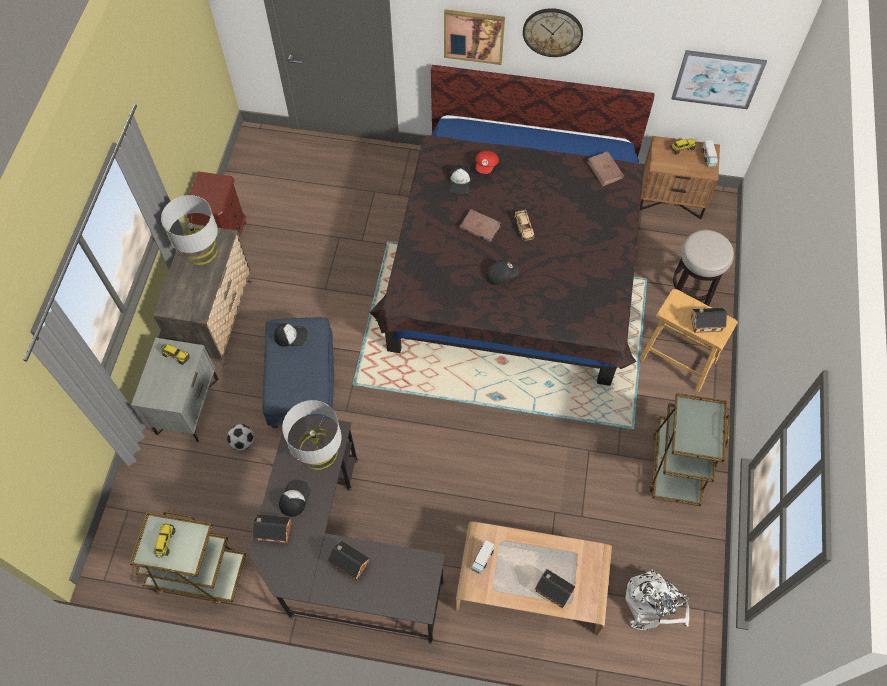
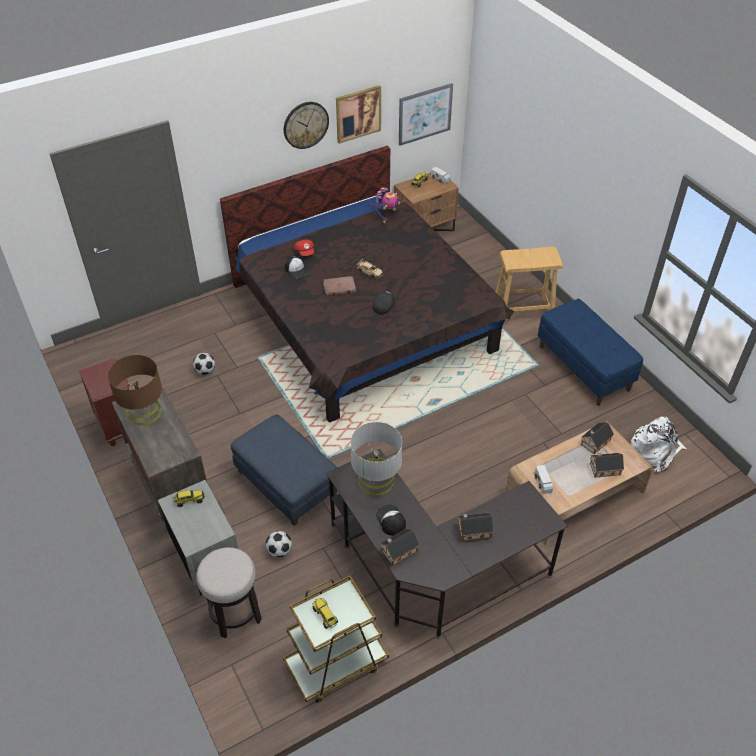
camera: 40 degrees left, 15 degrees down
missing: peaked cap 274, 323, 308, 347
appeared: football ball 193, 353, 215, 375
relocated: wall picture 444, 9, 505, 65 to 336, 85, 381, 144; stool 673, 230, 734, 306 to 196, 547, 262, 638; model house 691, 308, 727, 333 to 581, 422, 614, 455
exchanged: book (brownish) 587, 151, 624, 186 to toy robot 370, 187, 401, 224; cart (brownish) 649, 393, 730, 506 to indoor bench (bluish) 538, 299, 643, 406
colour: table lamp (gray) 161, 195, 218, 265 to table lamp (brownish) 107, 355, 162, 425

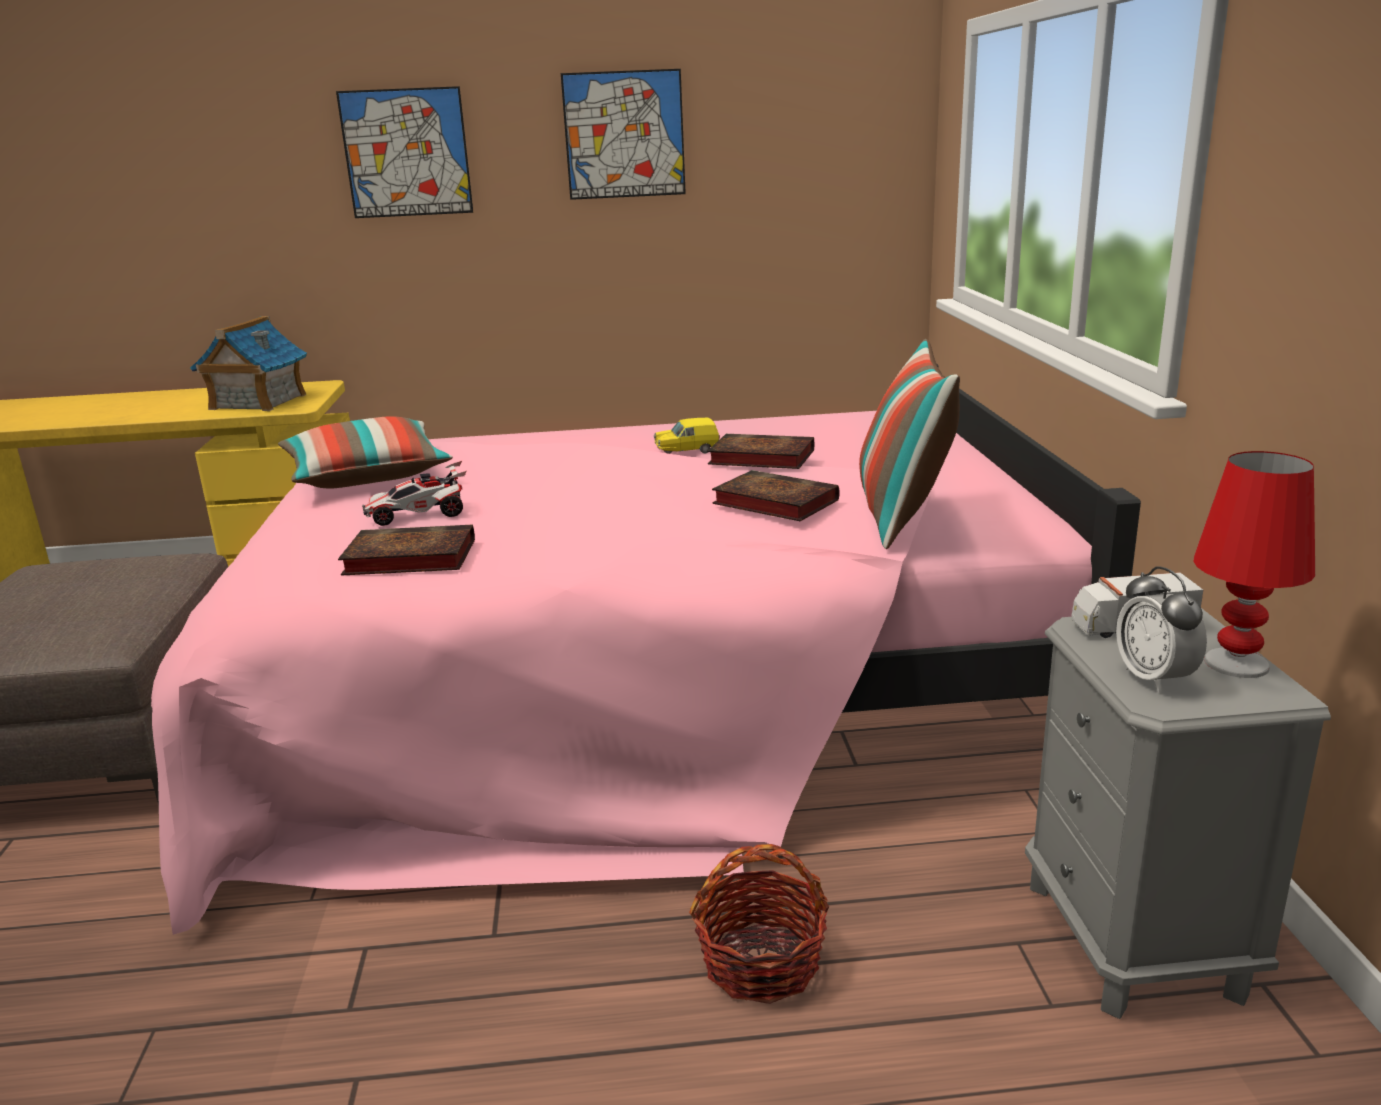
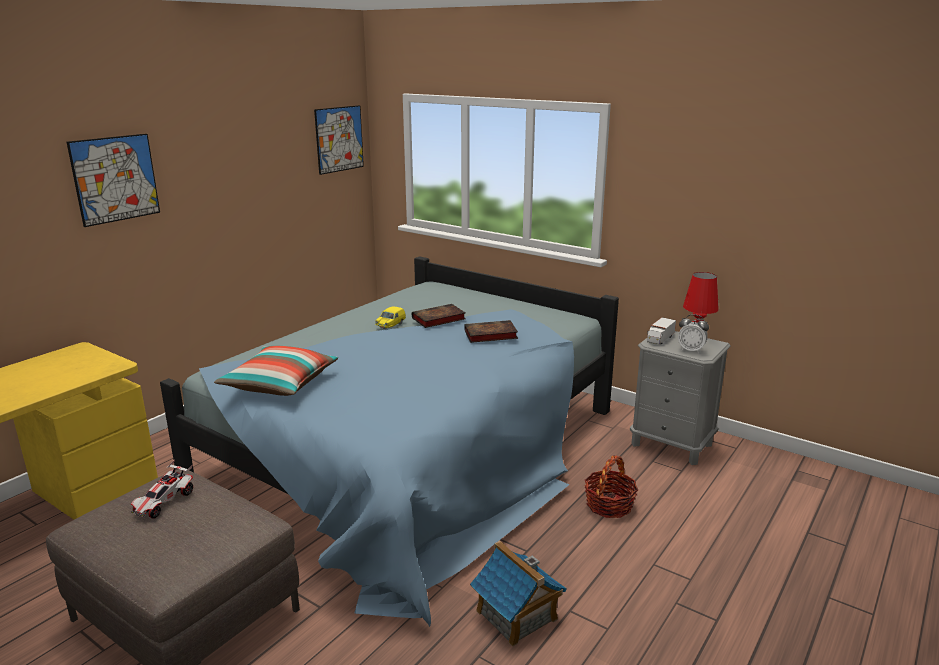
camera: 50 degrees left, 0 degrees up
missing: pillow 859, 339, 960, 549; book 338, 524, 475, 576
relocated: wall picture 561, 69, 686, 200 to 314, 105, 364, 175; model house 190, 316, 307, 411 to 470, 541, 567, 647; miniature car 362, 461, 467, 526 to 131, 460, 193, 519
colour: sleeping bed (pink-coloured) 151, 363, 1141, 935 to sleeping bed (bluish) 160, 256, 619, 627

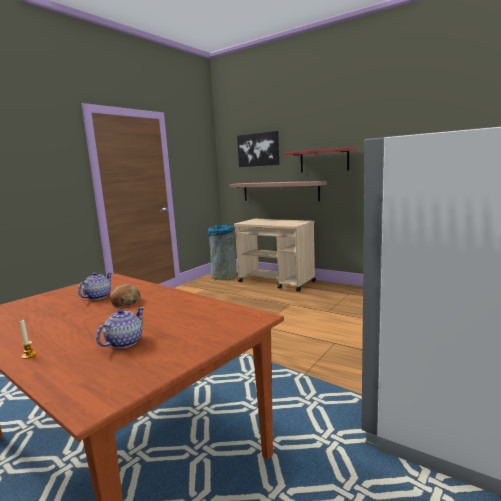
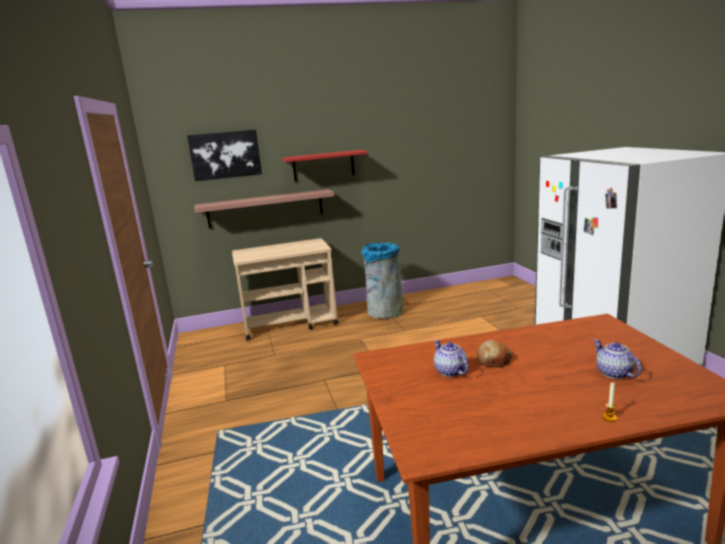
camera: 50 degrees left, 5 degrees up
relocated: trash can (gray) 207, 225, 238, 280 to 361, 242, 404, 319

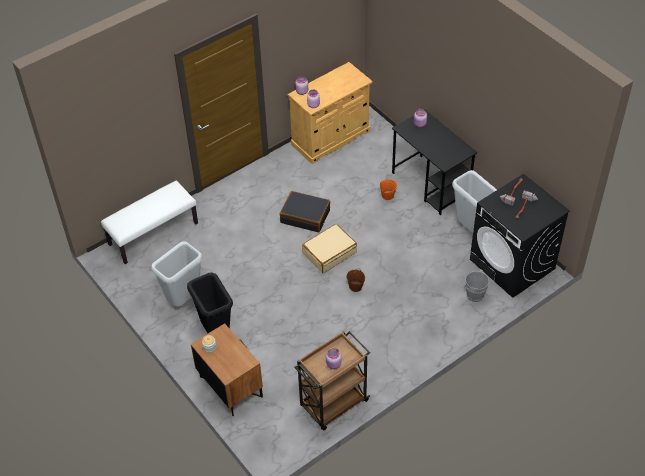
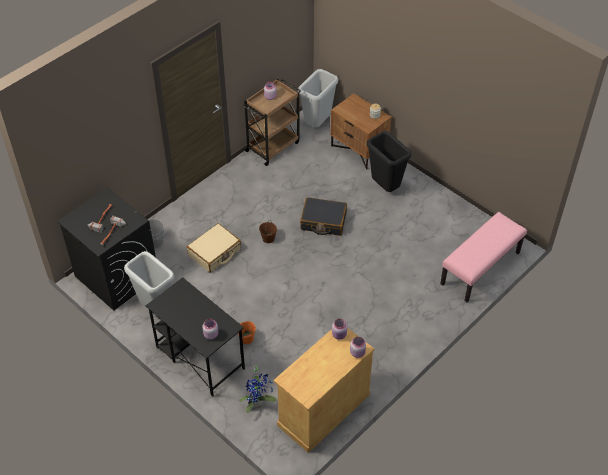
camera: 170 degrees right, 0 degrees up
appeared: potted plant 239, 363, 277, 413
relocated: suitcase (black) 280, 191, 330, 232 to 300, 197, 347, 236; suitcase (beige-coloured) 302, 224, 357, 273 to 187, 223, 241, 273; trash can (gray) 151, 241, 202, 307 to 298, 69, 338, 127
colour: indoor bench (white-coloured) 101, 181, 198, 264 to indoor bench (pink-coloured) 440, 212, 527, 302

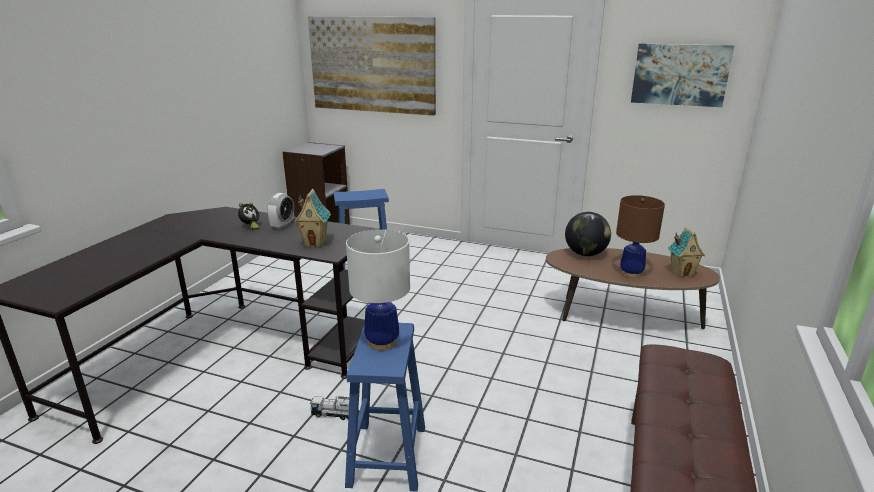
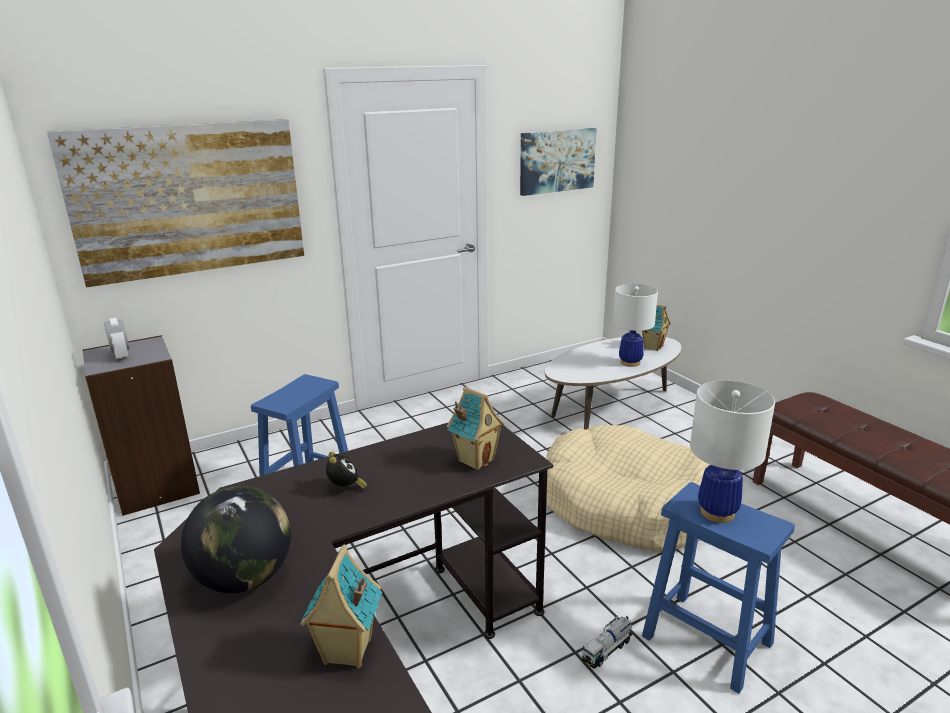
camera: 50 degrees left, 0 degrees up
appeared: dog cushion (beige-coloured) 546, 425, 710, 553; model house 300, 545, 382, 669
relocated: table clock 267, 193, 294, 229 to 104, 318, 130, 361; world globe 565, 212, 611, 256 to 181, 486, 291, 593
colour: table lamp (brownish) 616, 195, 665, 278 to table lamp (white-coloured) 613, 284, 658, 367; lounge table (brownish) 546, 248, 720, 329 to lounge table (white-coloured) 545, 335, 681, 430

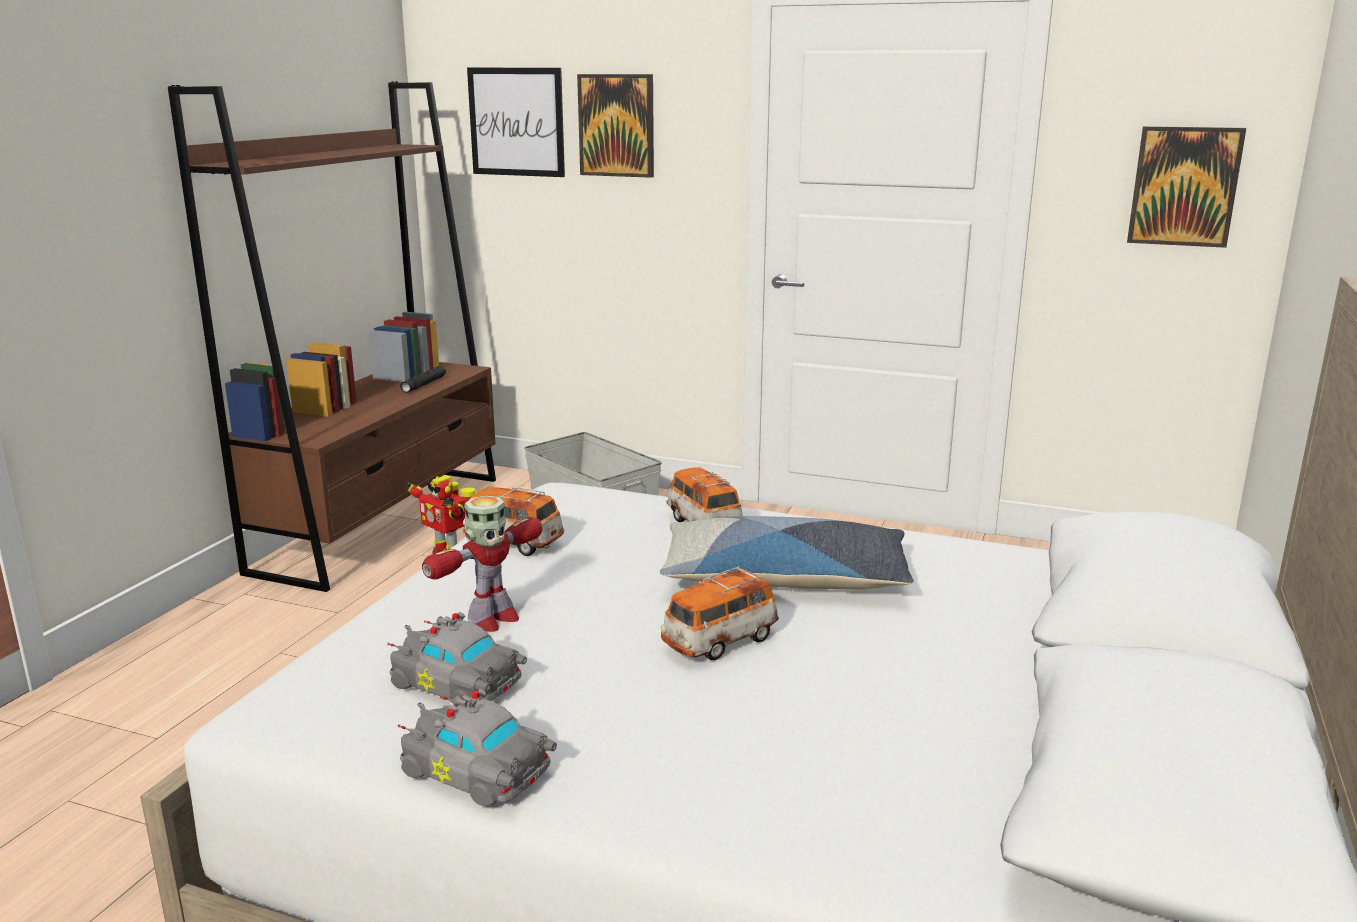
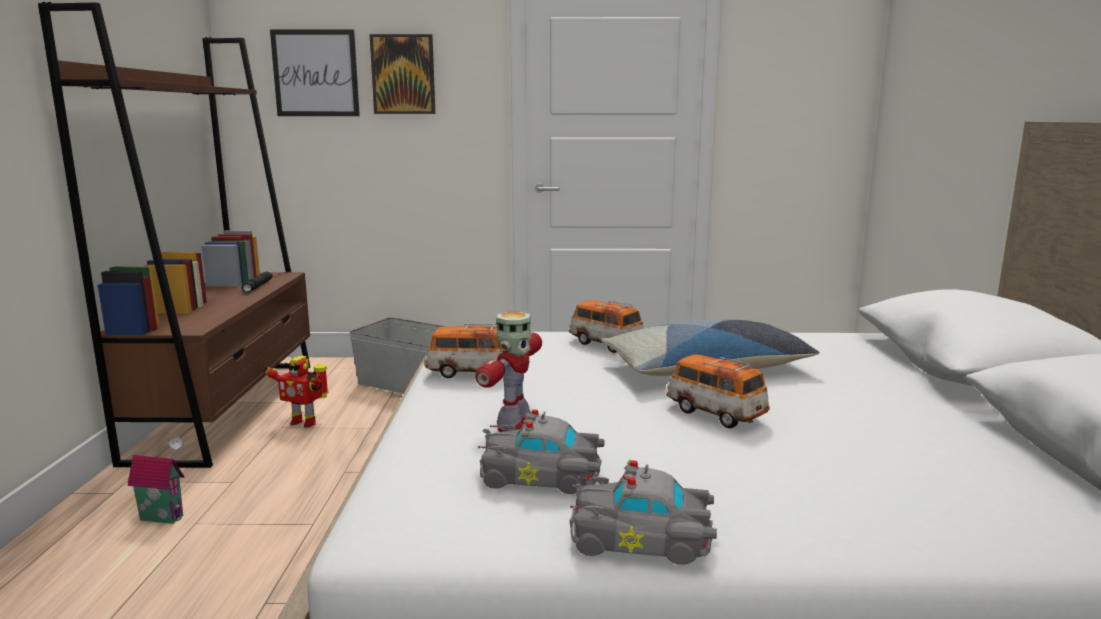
camera: 20 degrees left, 5 degrees down
missing: wall picture 1127, 126, 1246, 248
appeared: model house 127, 435, 185, 524
spun: miniature car 661, 566, 779, 660 = 666, 355, 770, 428 105 degrees clockwise

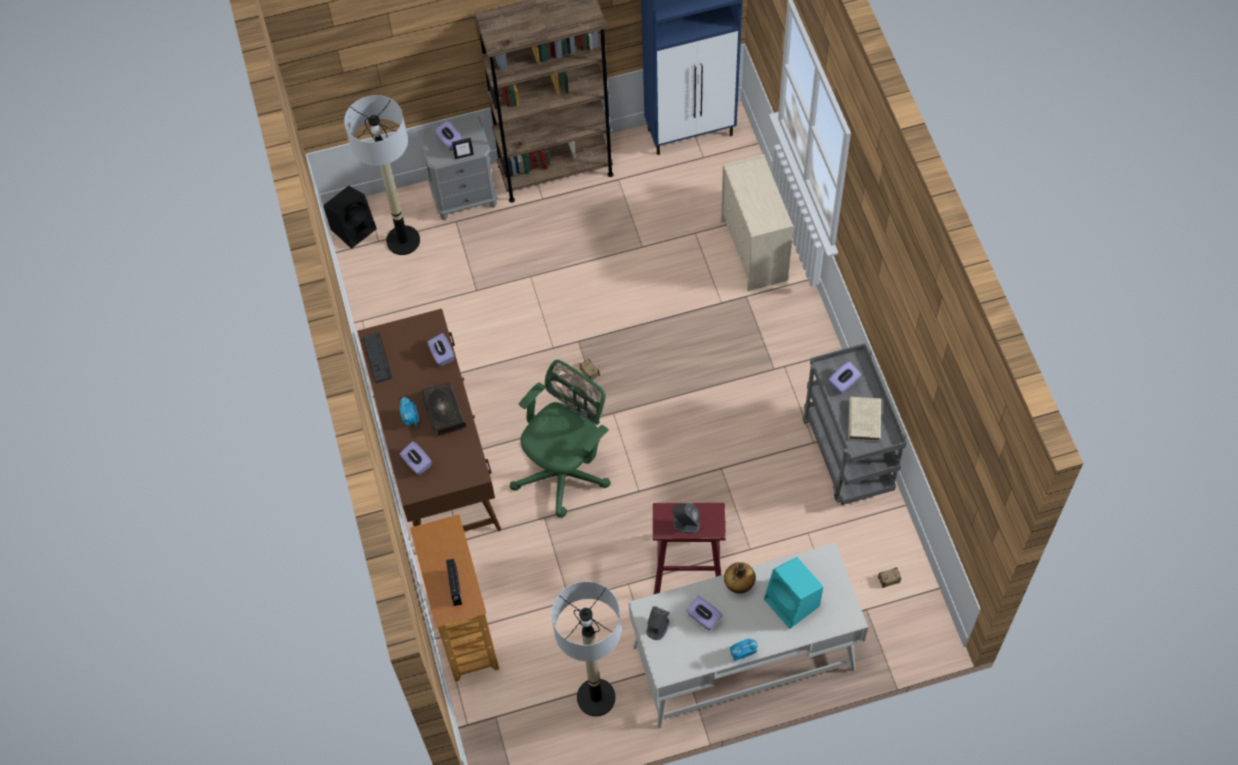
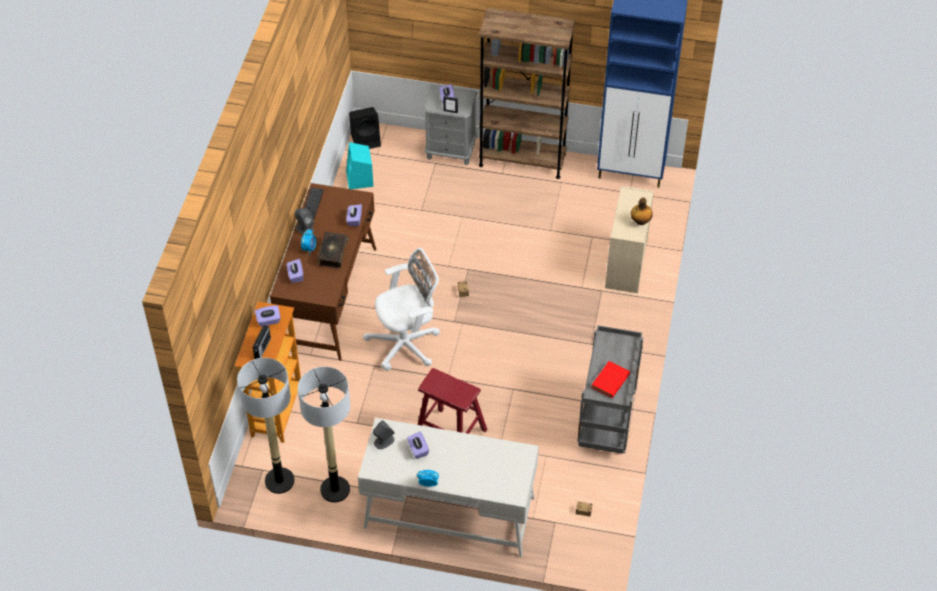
camera: 25 degrees right, 10 degrees down
relocated: standard lamp 344, 95, 420, 255 to 237, 358, 294, 494; tissue holder (purplish) 828, 361, 861, 394 to 255, 306, 281, 327; loudspeaker (gray) 672, 503, 700, 533 to 295, 209, 314, 235; loudspeaker (blue-green) 764, 557, 823, 629 to 346, 142, 374, 189; beverage bottle 724, 562, 756, 593 to 631, 197, 653, 225
colour: office chair (green-coloured) 510, 360, 611, 518 to office chair (white-coloured) 363, 248, 440, 371; book (beige-coloured) 848, 397, 881, 441 to book (red-coloured) 591, 361, 630, 398

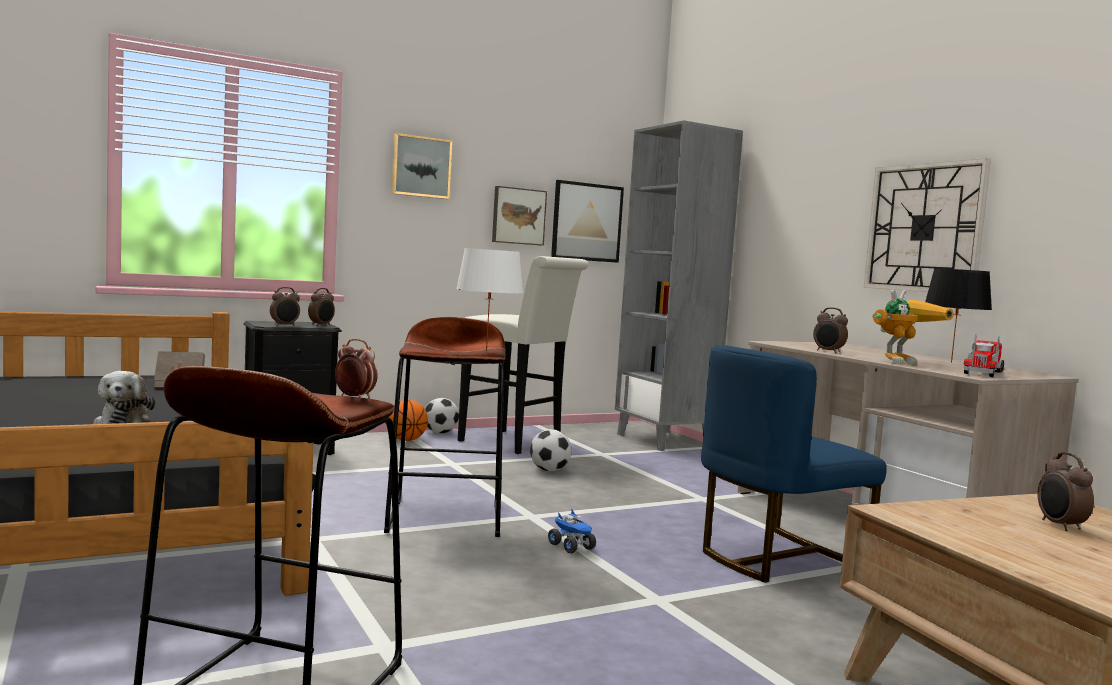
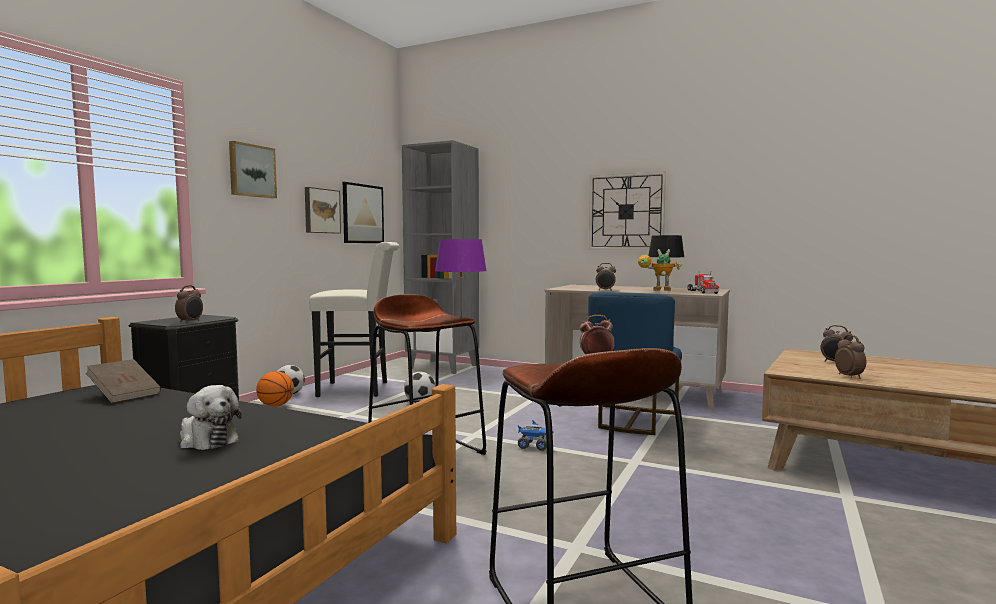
camera: 35 degrees left, 0 degrees up
relocated: table clock 308, 288, 335, 326 to 835, 335, 866, 379
colour: table lamp (white-coloured) 456, 248, 523, 351 to table lamp (purplish) 435, 239, 487, 317
spun: toy robot 872, 290, 954, 364 = 638, 249, 682, 291 105 degrees counterclockwise

